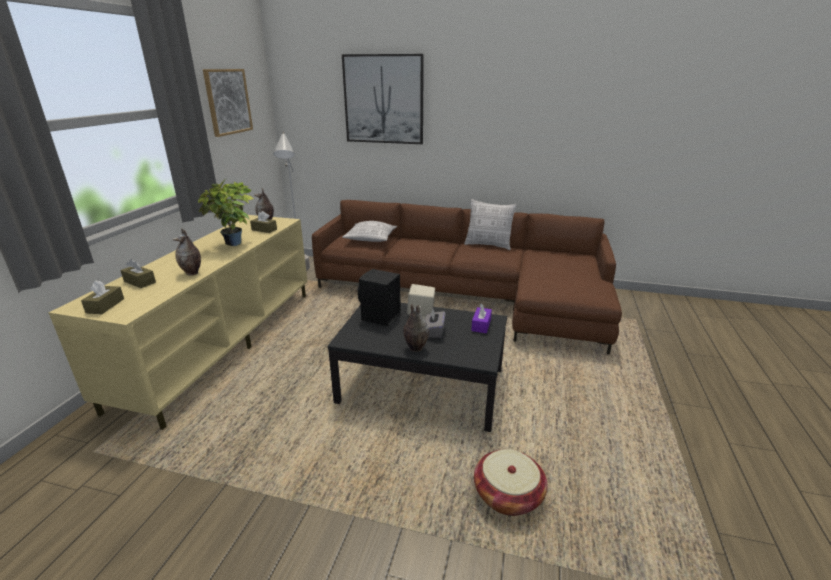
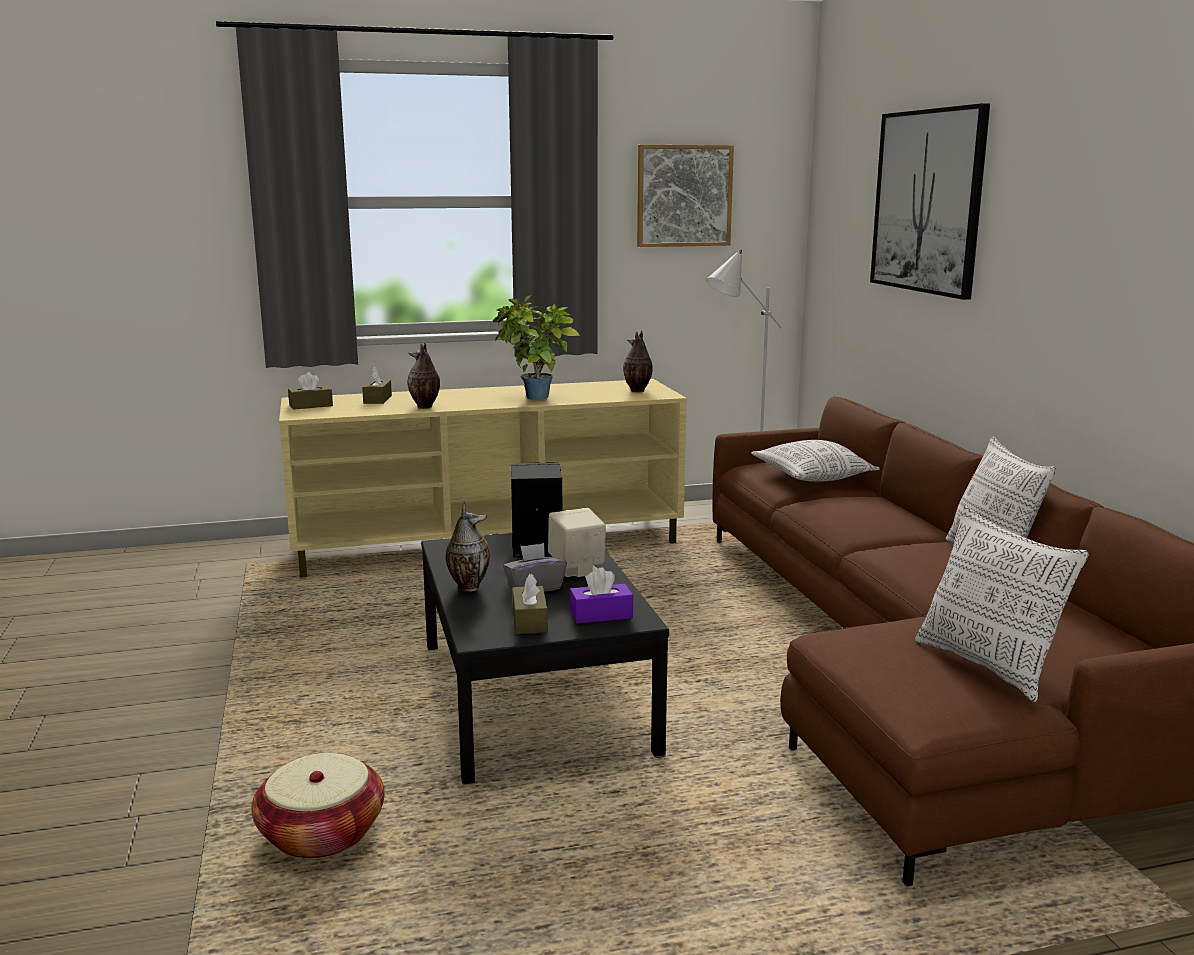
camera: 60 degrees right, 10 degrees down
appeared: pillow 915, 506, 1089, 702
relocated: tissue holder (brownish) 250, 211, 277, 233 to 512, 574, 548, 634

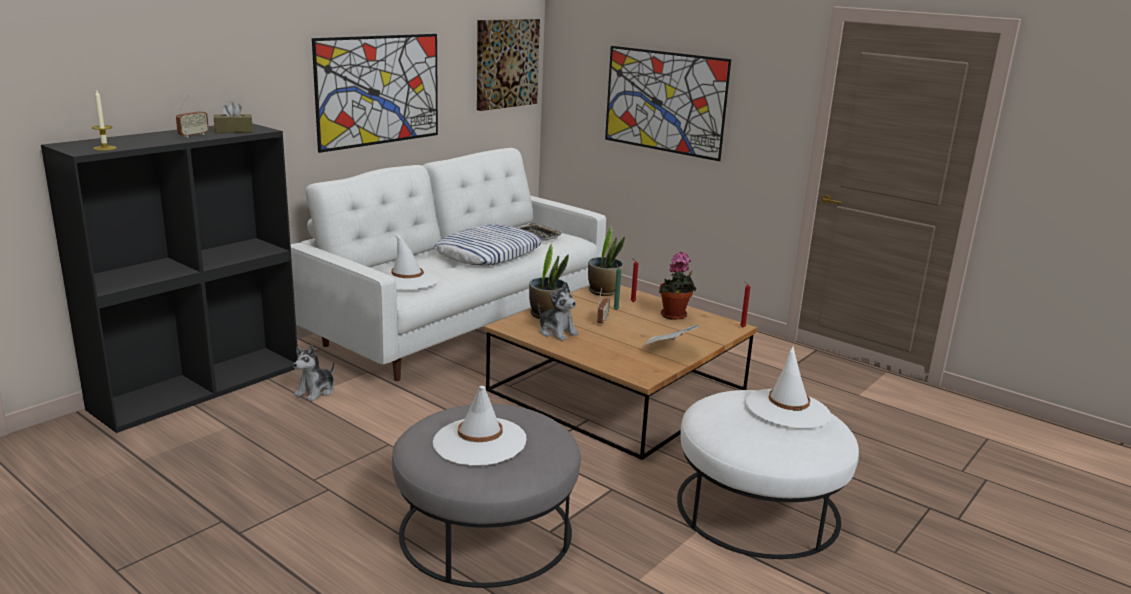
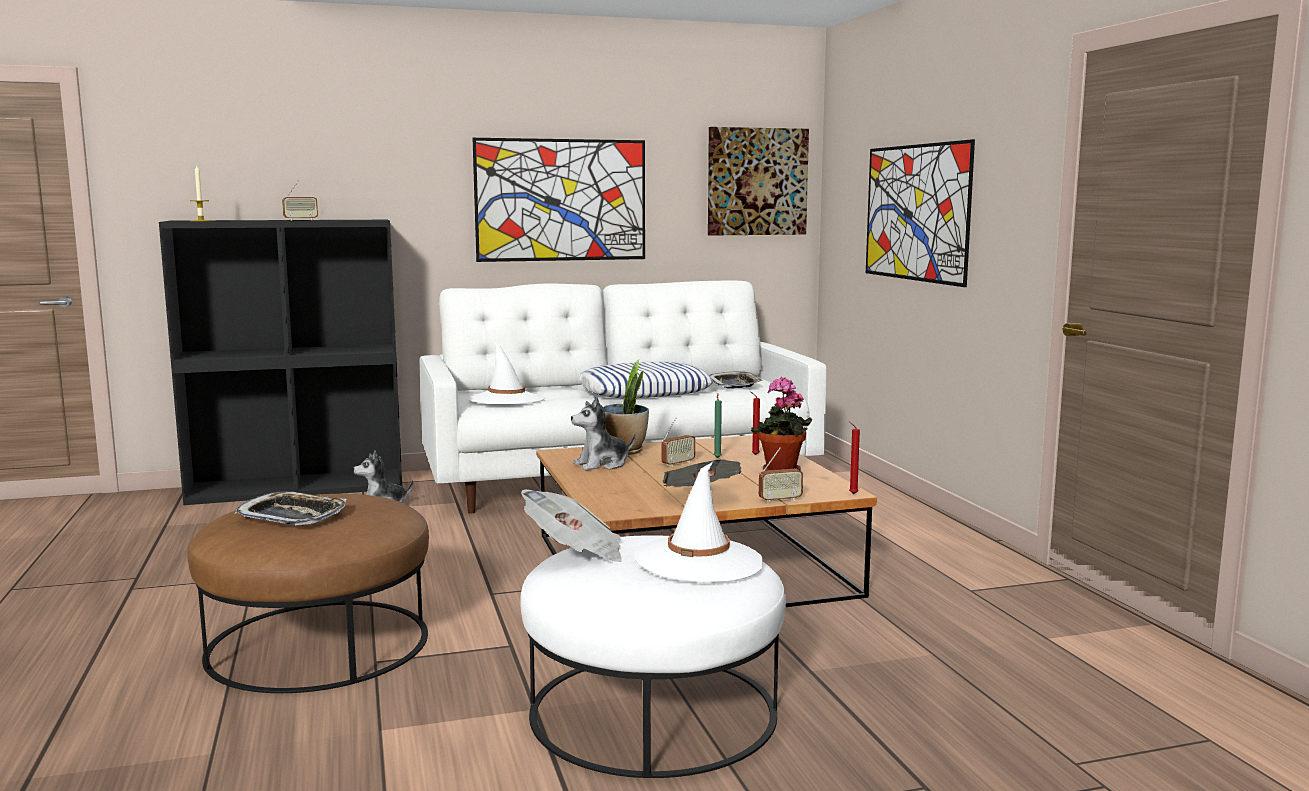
camera: 35 degrees right, 10 degrees down
missing: tissue holder (brownish) 214, 101, 253, 133; potted plant 588, 226, 625, 296
appeared: radio receiver 759, 447, 803, 503; newspaper 521, 489, 622, 562
exchanged: hat (white-coloured) 433, 386, 526, 466 to serving tray 234, 491, 346, 526
colour: pouffe (gray) 392, 404, 581, 588 to pouffe (brownish) 187, 494, 429, 693
spun: plush toy 538, 282, 579, 341 = 571, 396, 636, 471 75 degrees clockwise

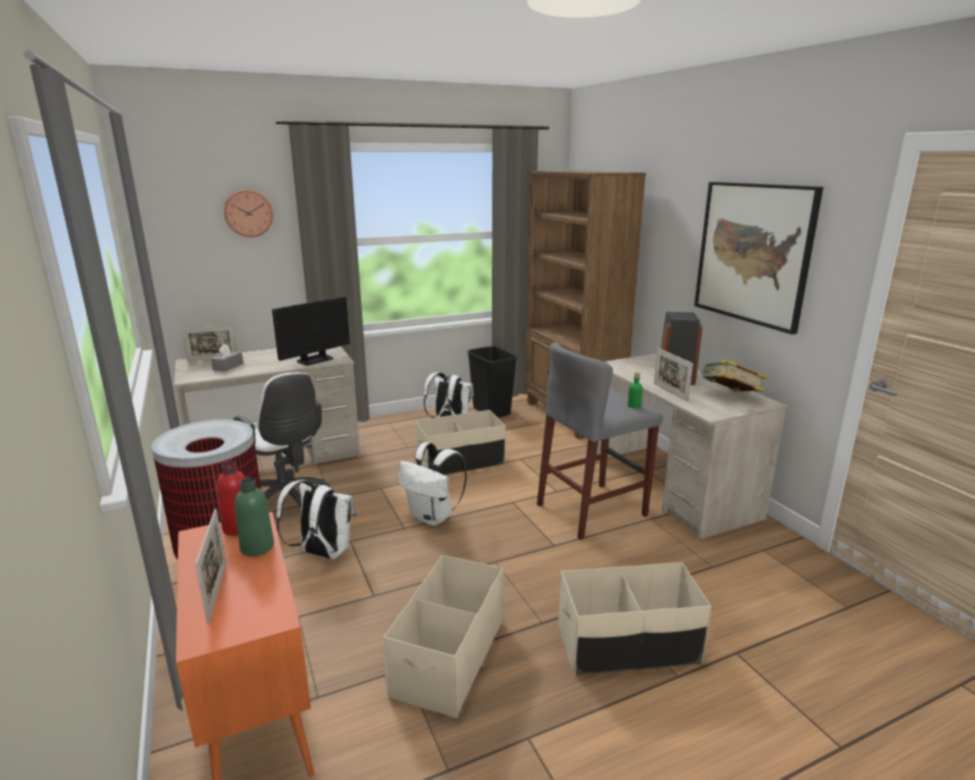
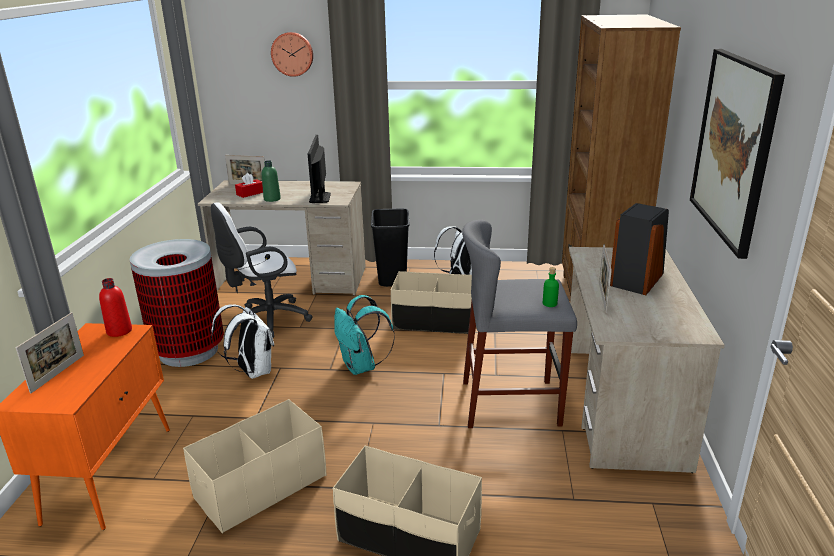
camera: 30 degrees right, 5 degrees up
missing: book 700, 360, 768, 392
relocated: trash can (black) 467, 346, 518, 418 to 371, 208, 410, 287; beverage bottle (green-coloured) 235, 477, 274, 556 to 262, 160, 281, 202
colour: tissue holder (gray) 211, 344, 243, 372 to tissue holder (red-coloured) 235, 173, 263, 198; backpack (white-coloured) 399, 442, 467, 526 to backpack (blue-green) 334, 295, 395, 375
spun: computer screen 272, 296, 350, 365 = 308, 135, 331, 203 105 degrees clockwise; office chair (white-coloured) 233, 372, 330, 507 = 211, 202, 313, 338 75 degrees clockwise

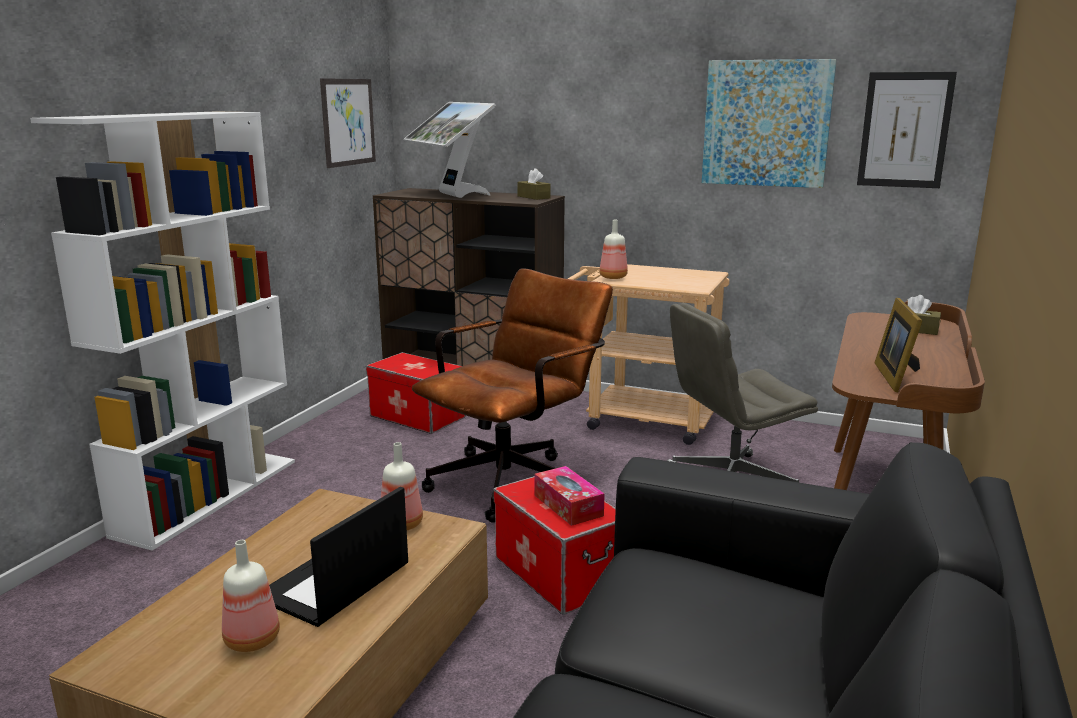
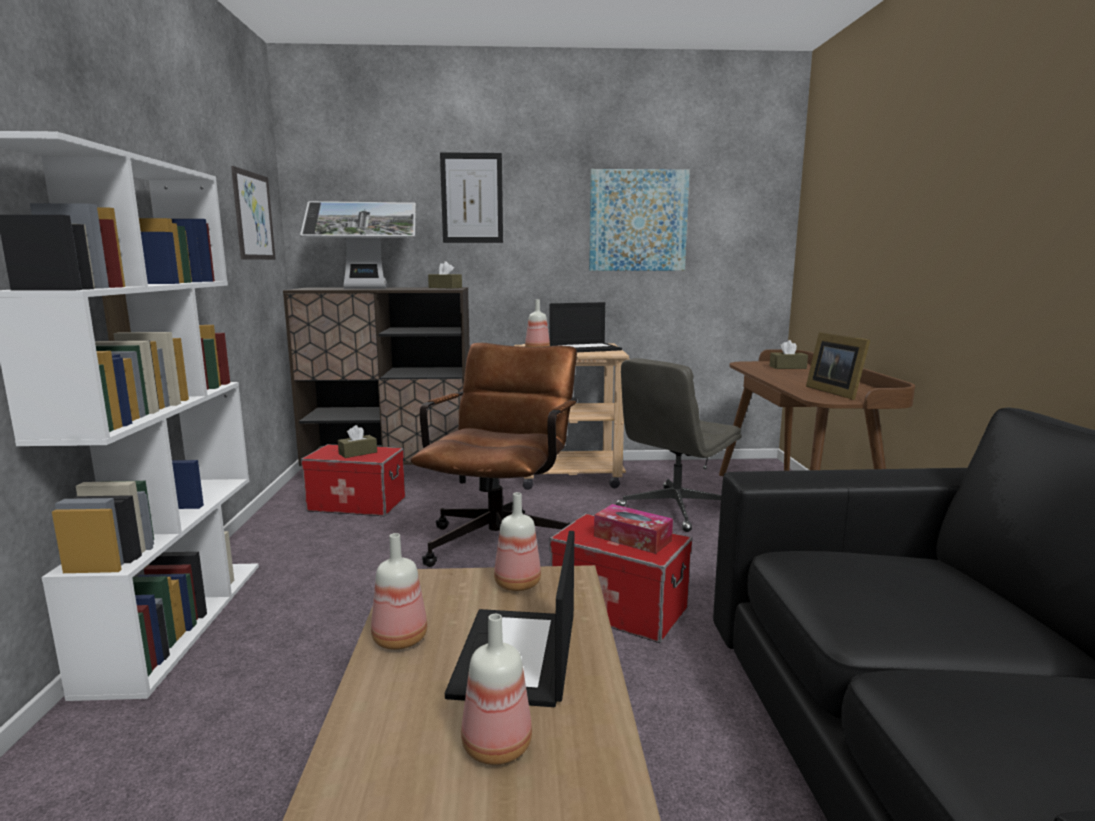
camera: 25 degrees left, 5 degrees down
appeared: portable computer 549, 302, 622, 352; tissue holder (brownish) 338, 425, 377, 458; beverage bottle 371, 533, 427, 650
relocated: wall picture 857, 72, 957, 188 to 440, 152, 503, 243
spun: computer screen 404, 102, 495, 198 = 300, 201, 416, 289 45 degrees counterclockwise

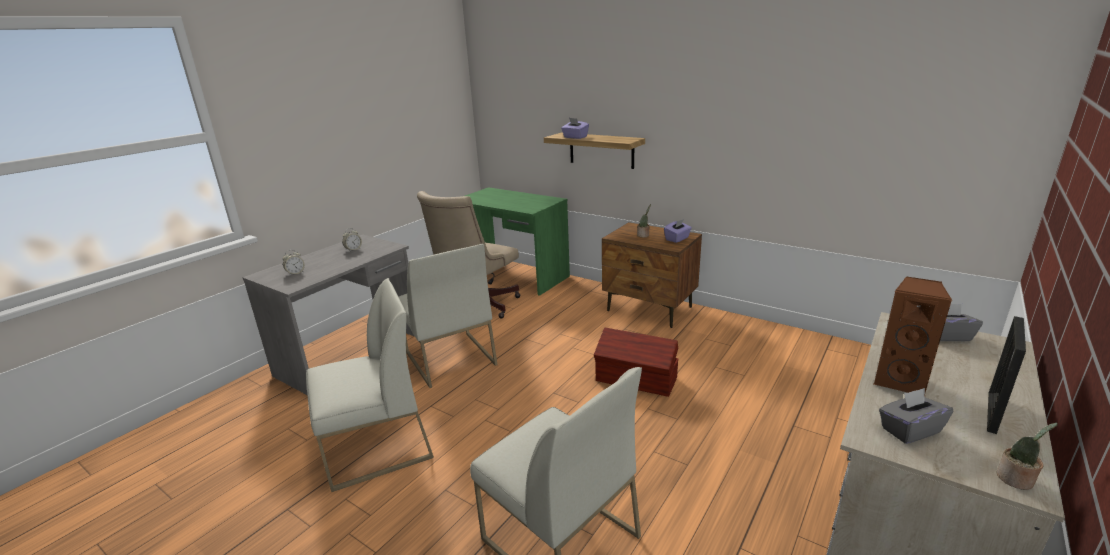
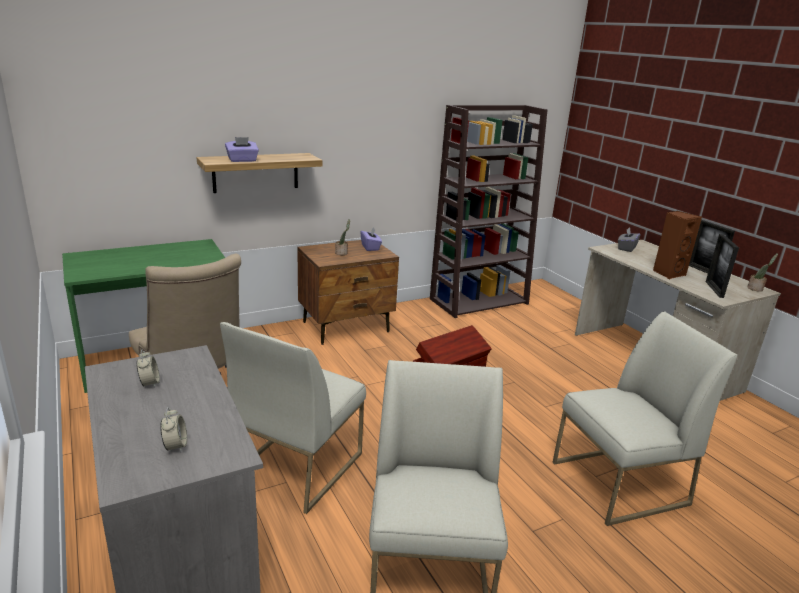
camera: 65 degrees left, 0 degrees up
appeared: shelving unit (brownish) 430, 105, 548, 318
exchanged: tissue holder (gray) 879, 388, 953, 444 to picture frame 706, 234, 739, 298
spun: plain chair (white-coloured) 398, 244, 498, 388 = 220, 322, 366, 514 120 degrees clockwise

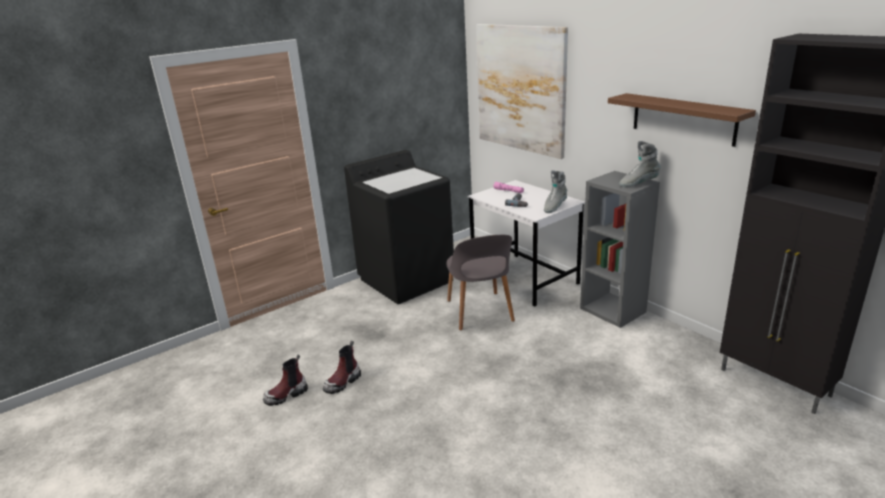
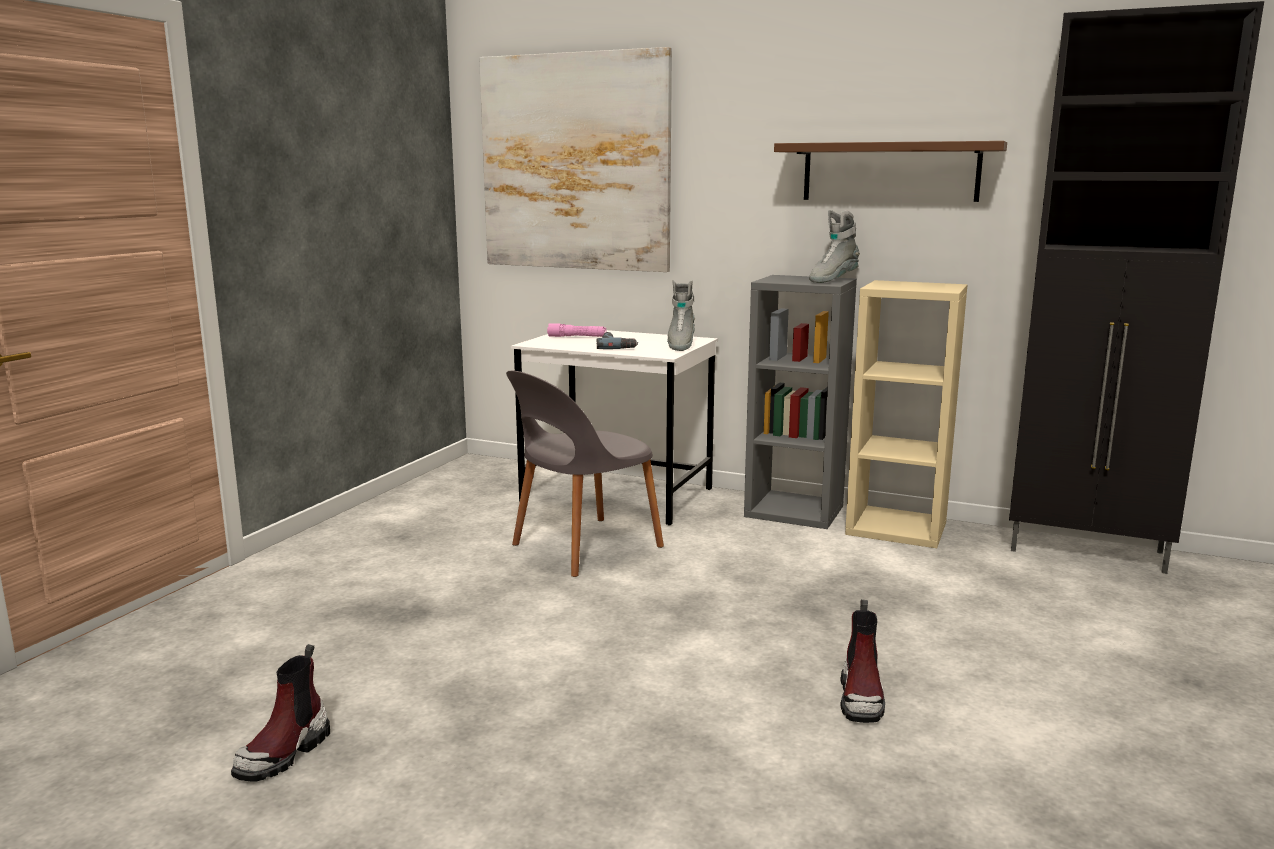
camera: 30 degrees left, 10 degrees down
missing: laundry machine (black) 344, 150, 454, 304
appeared: shelving unit (beige-coloured) 845, 280, 967, 548
relocated: high-top boot 323, 341, 361, 394 to 840, 600, 885, 723
spun: plain chair (gray) 447, 235, 515, 330 = 506, 371, 664, 577 90 degrees clockwise

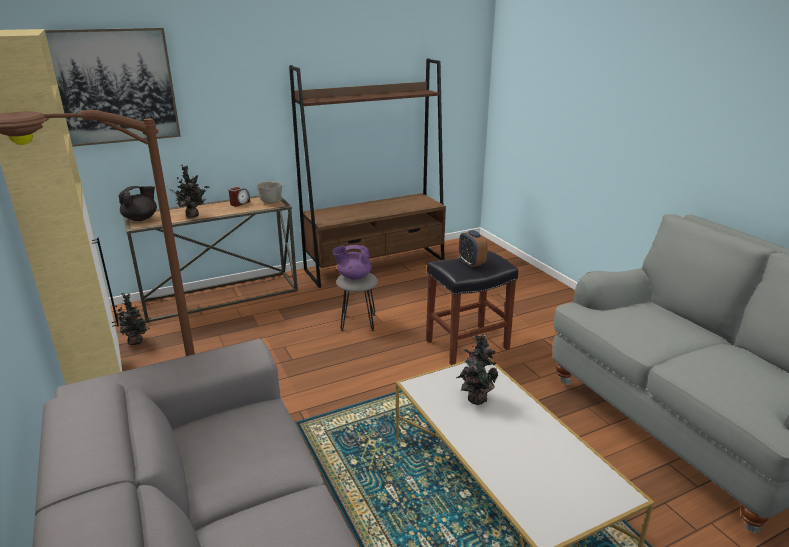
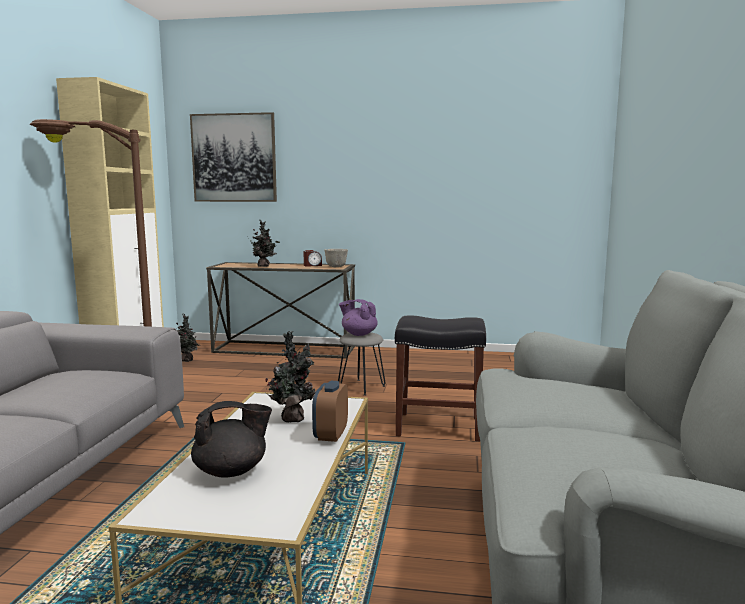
camera: 35 degrees right, 15 degrees down
missing: shelving unit (brownish) 289, 58, 446, 288
relocated: pot for tea (black) 119, 186, 157, 221 to 191, 401, 272, 478; table clock 459, 230, 488, 267 to 312, 381, 348, 442

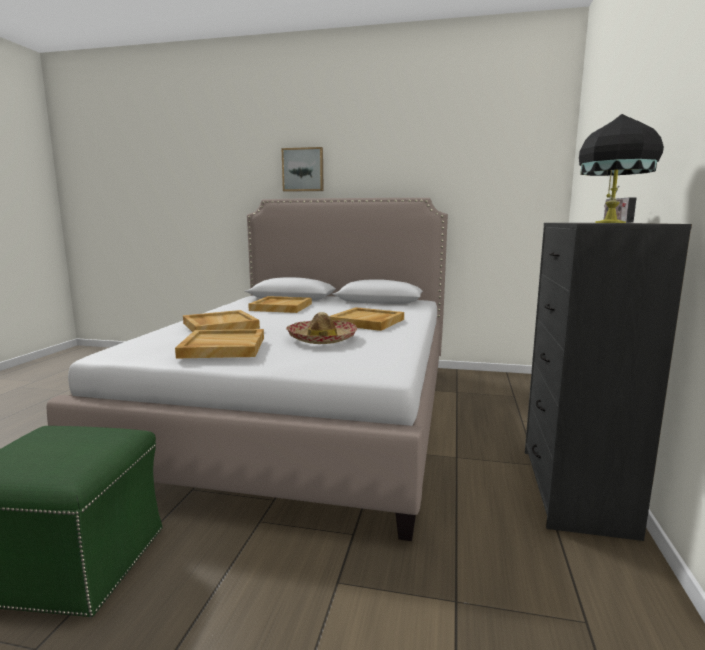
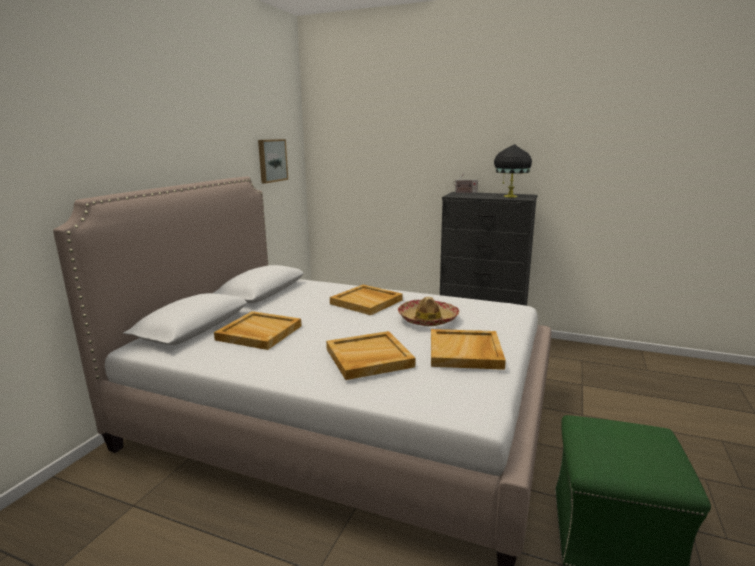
camera: 80 degrees left, 5 degrees up
relocated: wall picture 281, 147, 324, 192 to 258, 139, 288, 183

